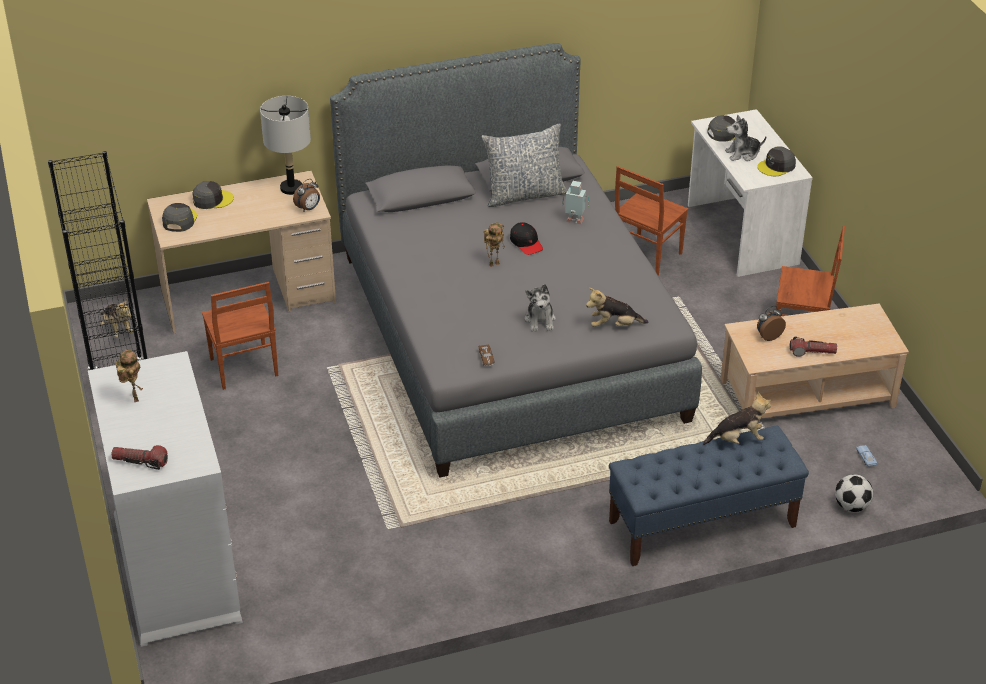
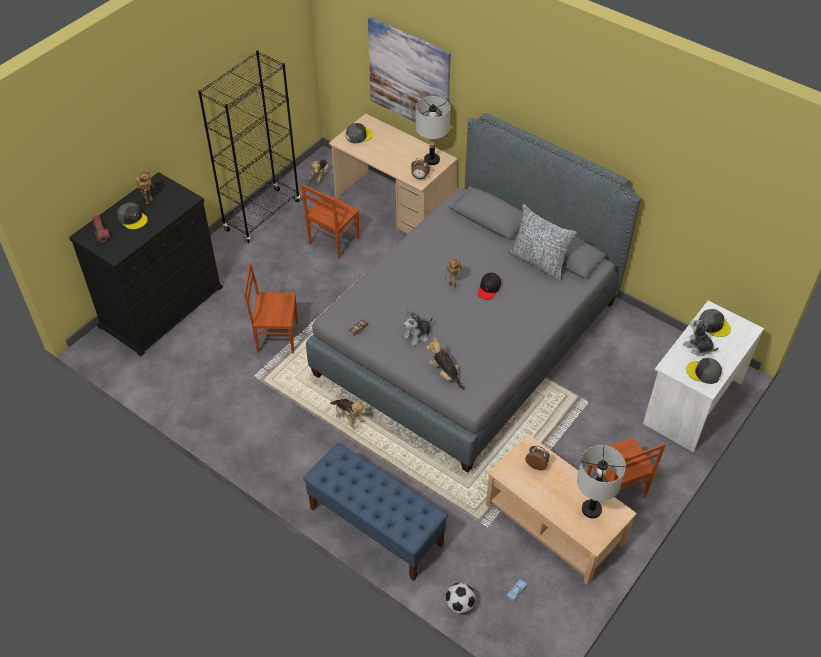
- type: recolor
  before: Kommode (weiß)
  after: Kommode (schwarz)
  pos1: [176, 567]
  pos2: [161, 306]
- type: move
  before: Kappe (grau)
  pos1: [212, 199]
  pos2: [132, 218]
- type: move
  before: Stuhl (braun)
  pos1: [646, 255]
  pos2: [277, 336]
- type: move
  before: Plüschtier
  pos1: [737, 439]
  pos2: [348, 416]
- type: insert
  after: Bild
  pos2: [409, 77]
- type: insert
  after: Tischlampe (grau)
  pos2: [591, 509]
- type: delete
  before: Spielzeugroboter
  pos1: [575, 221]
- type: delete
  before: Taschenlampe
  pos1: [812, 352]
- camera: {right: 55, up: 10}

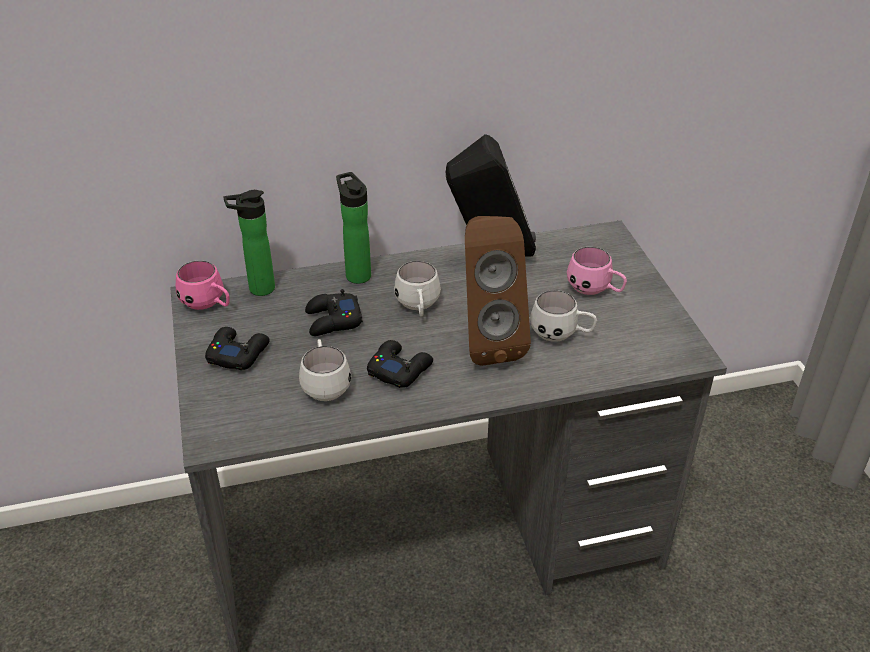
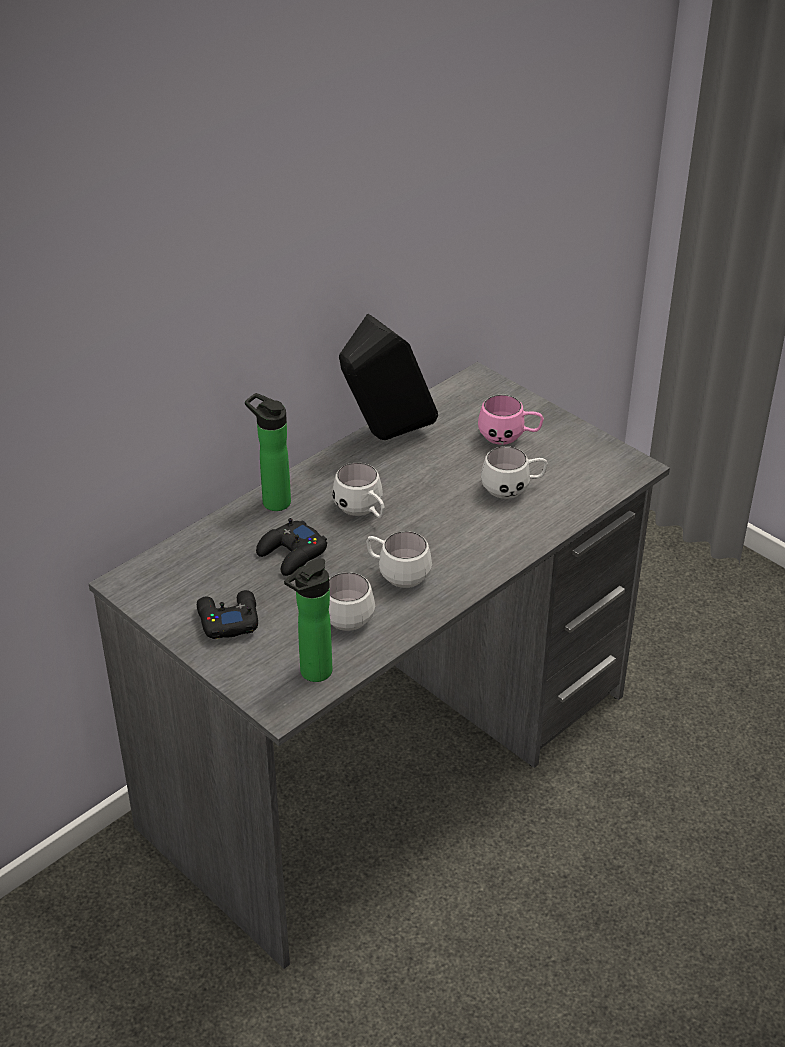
- type: move
  before: Flasche
  pos1: [257, 289]
  pos2: [312, 674]
- type: replace
  before: Gamepad (schwarz)
  after: Henkelbecher (weiß)
  pos1: [399, 369]
  pos2: [397, 574]
- type: delete
  before: Henkelbecher (rosa)
  pos1: [208, 305]
- type: delete
  before: Lautsprecher (braun)
  pos1: [487, 341]
- camera: {right: -30, up: 0}

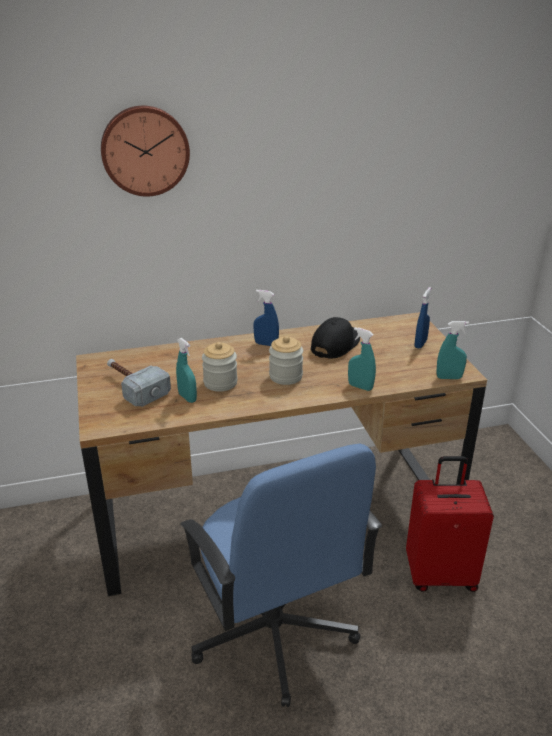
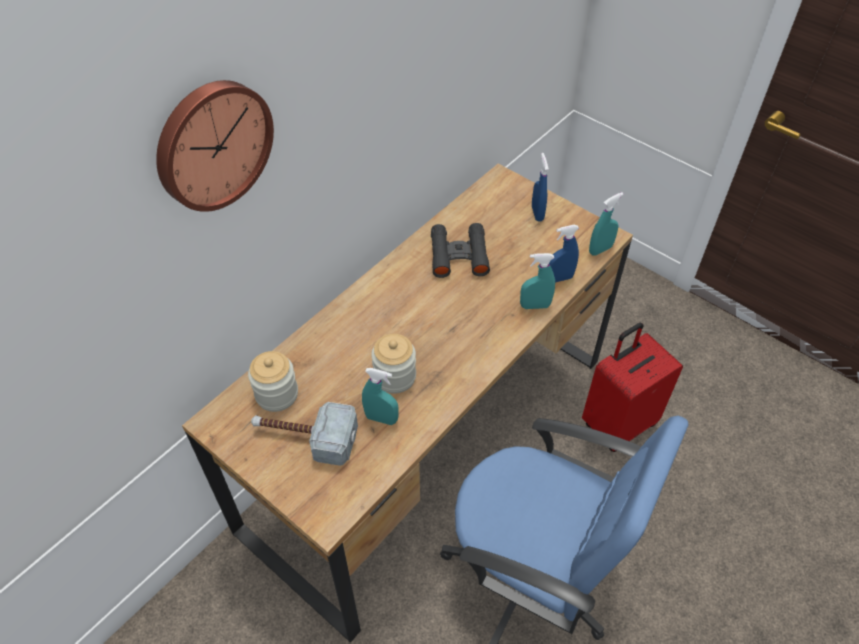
- type: move
  before: Vorratsglas
  pos1: [285, 376]
  pos2: [277, 394]
- type: replace
  before: Kappe (schwarz)
  after: Fernglas (schwarz)
  pos1: [335, 344]
  pos2: [458, 255]
- type: move
  before: Sprühflasche (blau)
  pos1: [266, 344]
  pos2: [559, 278]
- camera: {right: -35, up: 20}

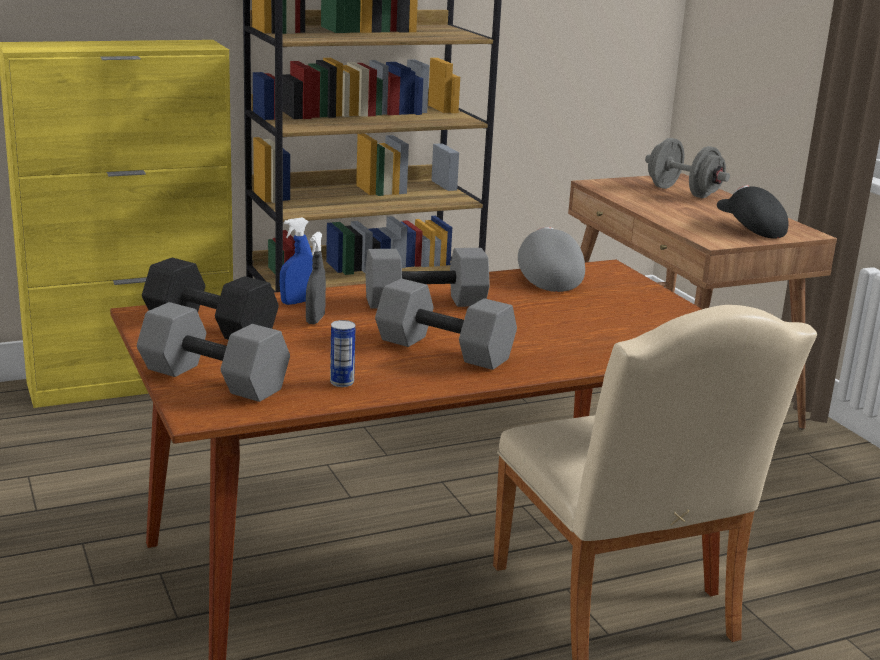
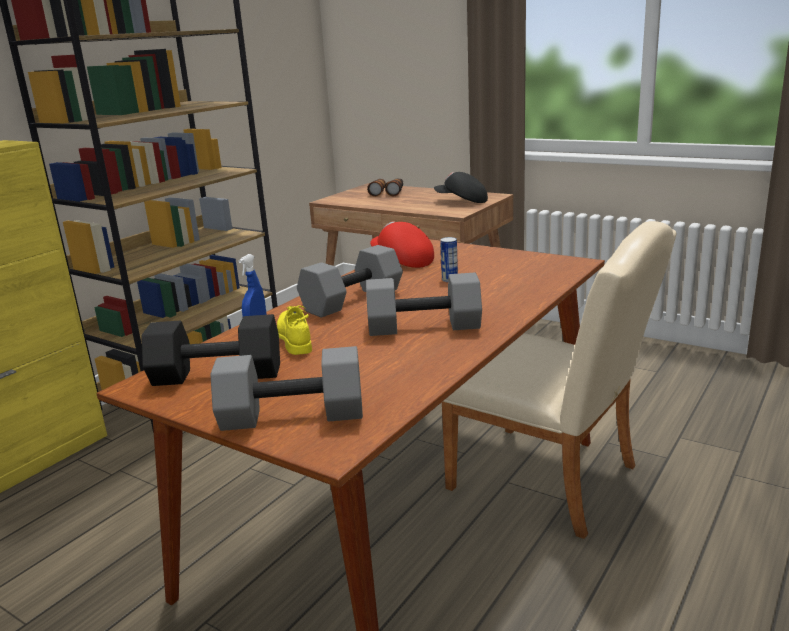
- type: replace
  before: Sprühflasche (grau)
  after: Schuh (gelb)
  pos1: [315, 320]
  pos2: [294, 339]
- type: replace
  before: Hantel (grau)
  after: Fernglas
  pos1: [683, 192]
  pos2: [388, 192]
- type: recolor
  before: Kappe (grau)
  after: Kappe (rot)
  pos1: [546, 278]
  pos2: [401, 261]
- type: move
  before: Dose
  pos1: [342, 382]
  pos2: [449, 280]
- camera: {right: -30, up: 0}

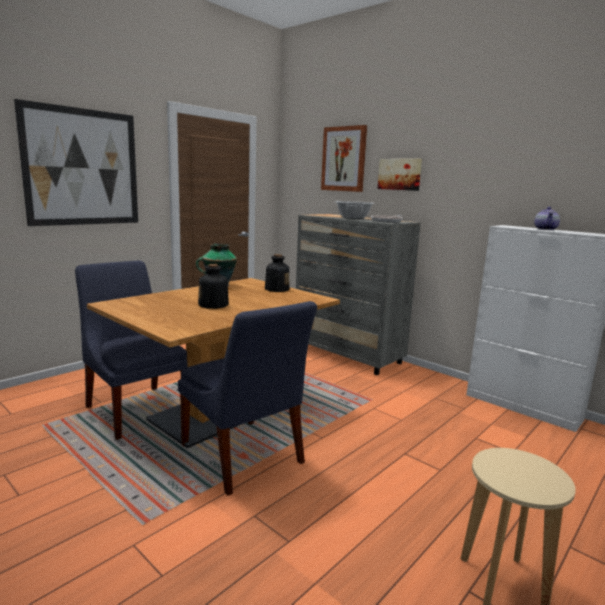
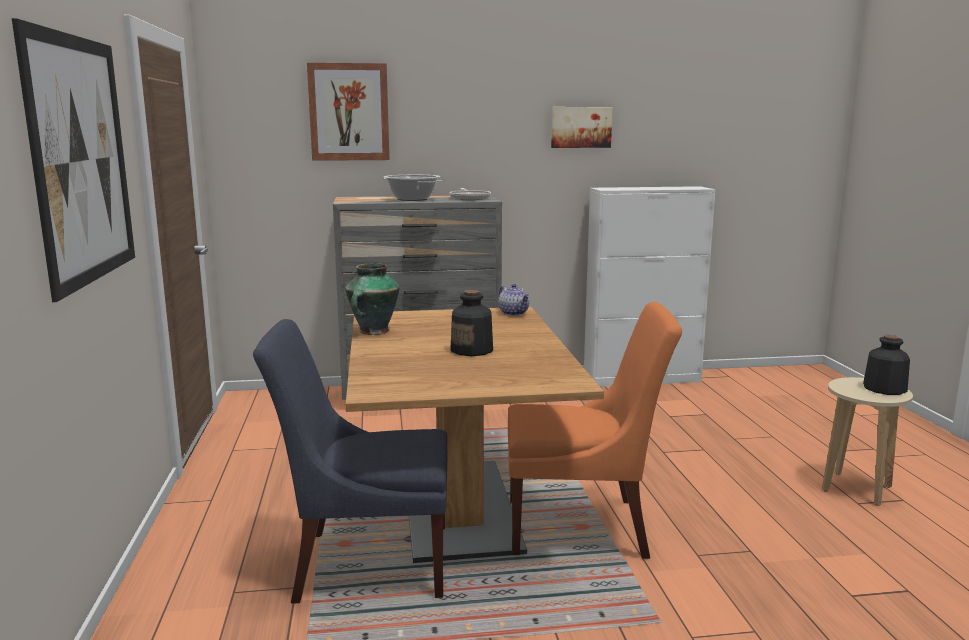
- type: move
  before: Teekanne
  pos1: [546, 229]
  pos2: [514, 313]
- type: recolor
  before: Stuhl (blau)
  after: Stuhl (orange)
  pos1: [243, 457]
  pos2: [583, 527]
- type: move
  before: Bild
  pos1: [400, 174]
  pos2: [580, 127]
- type: move
  before: Flasche
  pos1: [276, 289]
  pos2: [884, 389]
- camera: {right: -50, up: 0}

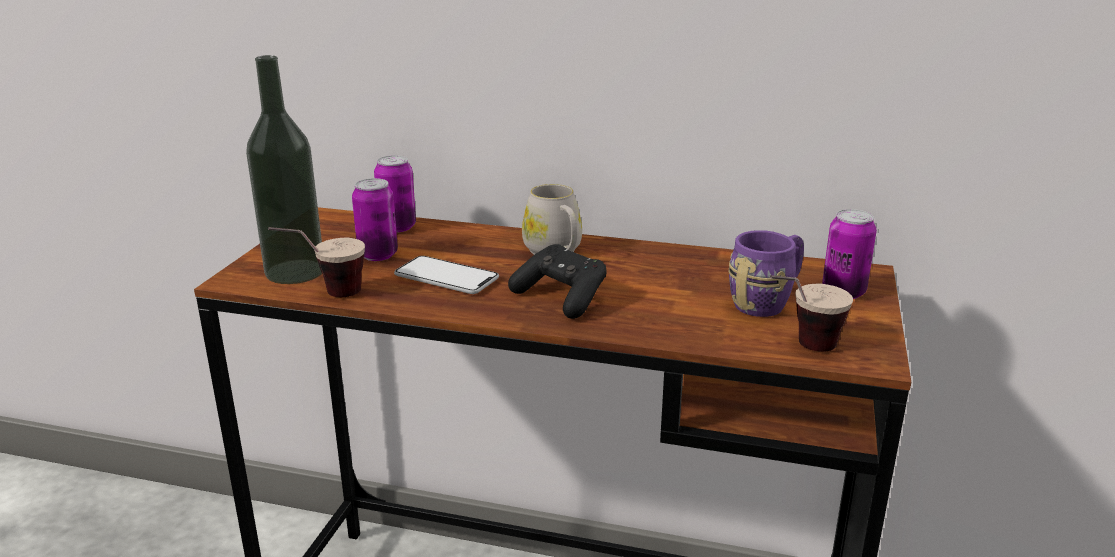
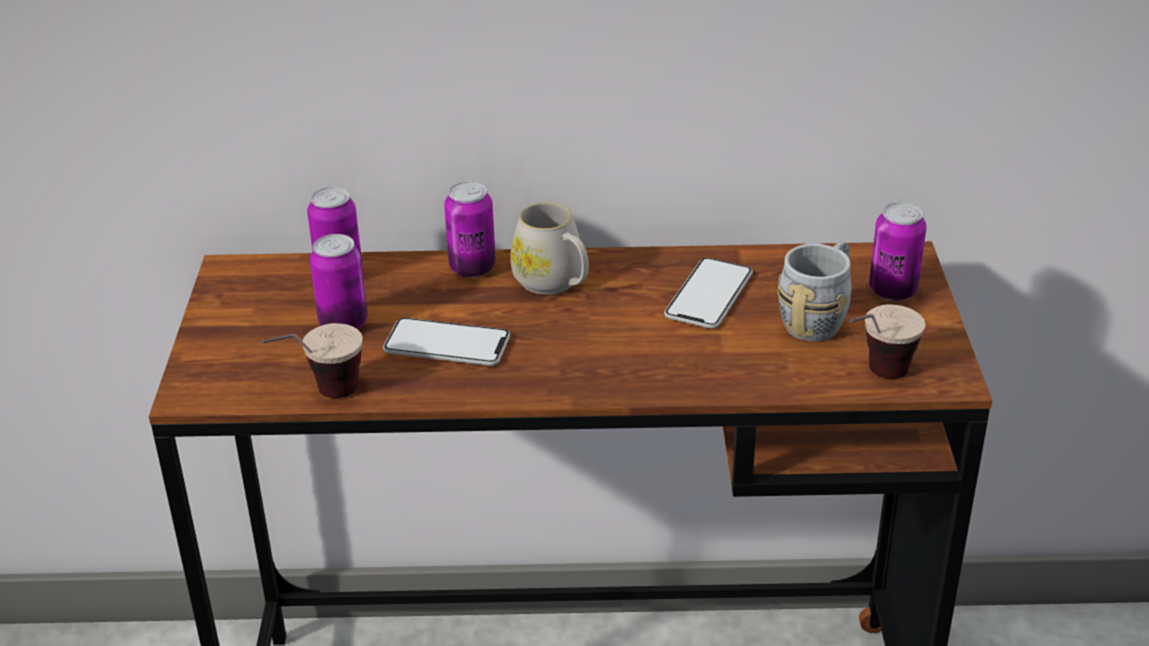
- type: insert
  after: Dose
  pos2: [472, 268]
- type: insert
  after: Handy
  pos2: [709, 295]
- type: recolor
  before: Henkelbecher (lila)
  after: Henkelbecher (grau)
  pos1: [767, 301]
  pos2: [819, 318]
- type: delete
  before: Flasche
  pos1: [295, 272]
- type: delete
  before: Gamepad (schwarz)
  pos1: [561, 297]
- camera: {right: -15, up: 10}

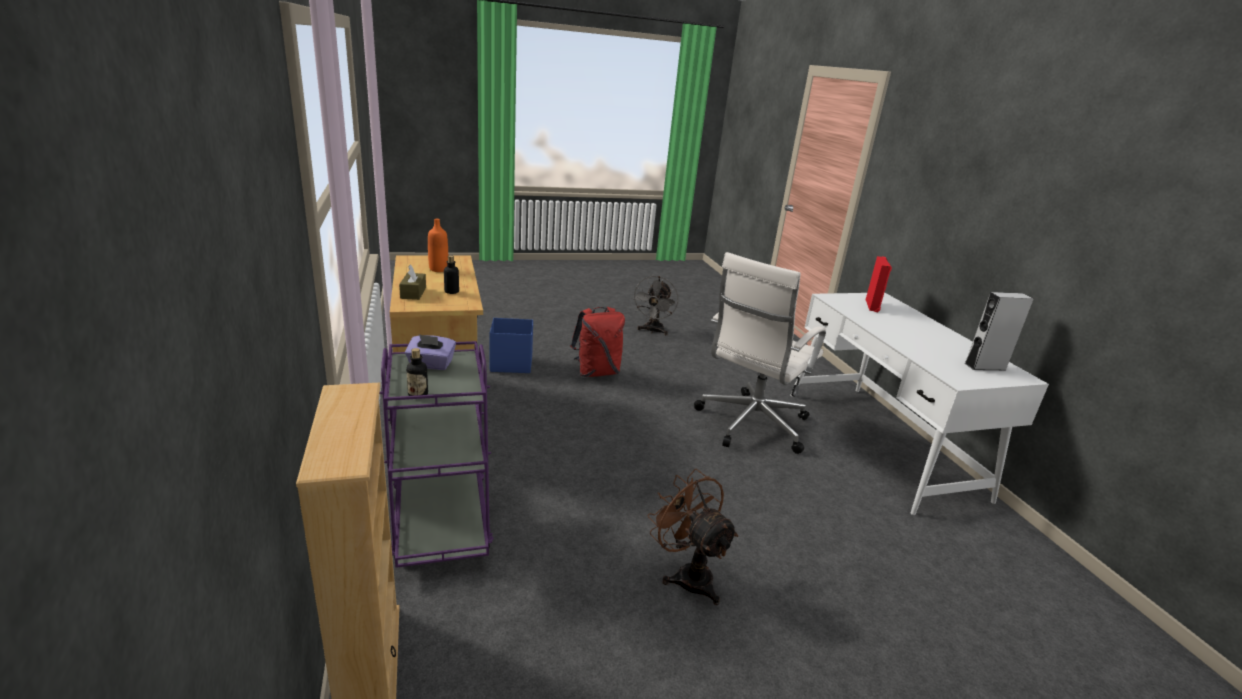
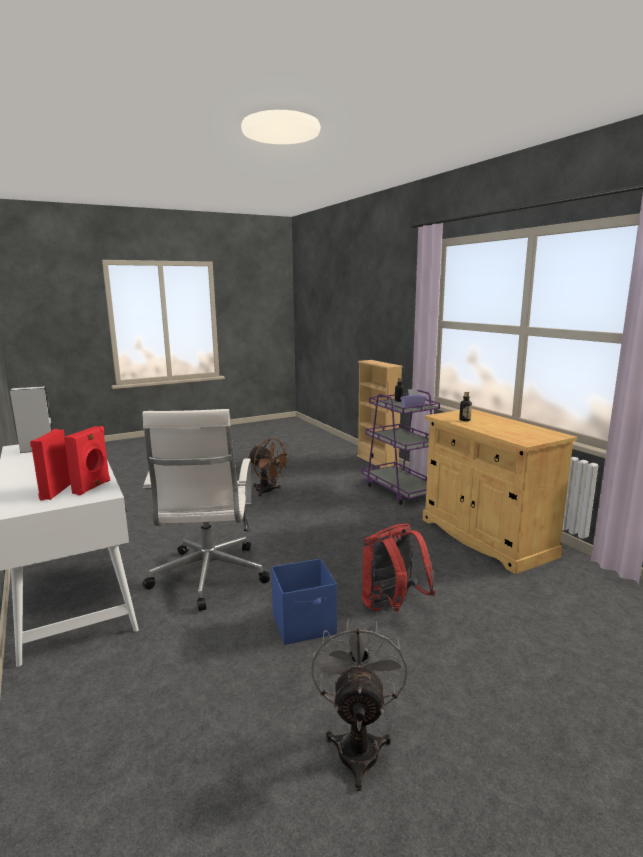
- type: insert
  after: Lautsprecher (rot)
  pos2: [93, 487]
- type: rotate
  before: Bürostuhl (weiß)
  pos1: [750, 424]
  pos2: [208, 577]
  turn: 150
- type: move
  before: Aufbewahrungsbox (blau)
  pos1: [510, 364]
  pos2: [305, 624]
- type: delete
  before: Taschentuchbox (braun)
  pos1: [413, 293]
- type: delete
  before: Flasche (orange)
  pos1: [438, 269]
- camera: {right: 170, up: -10}

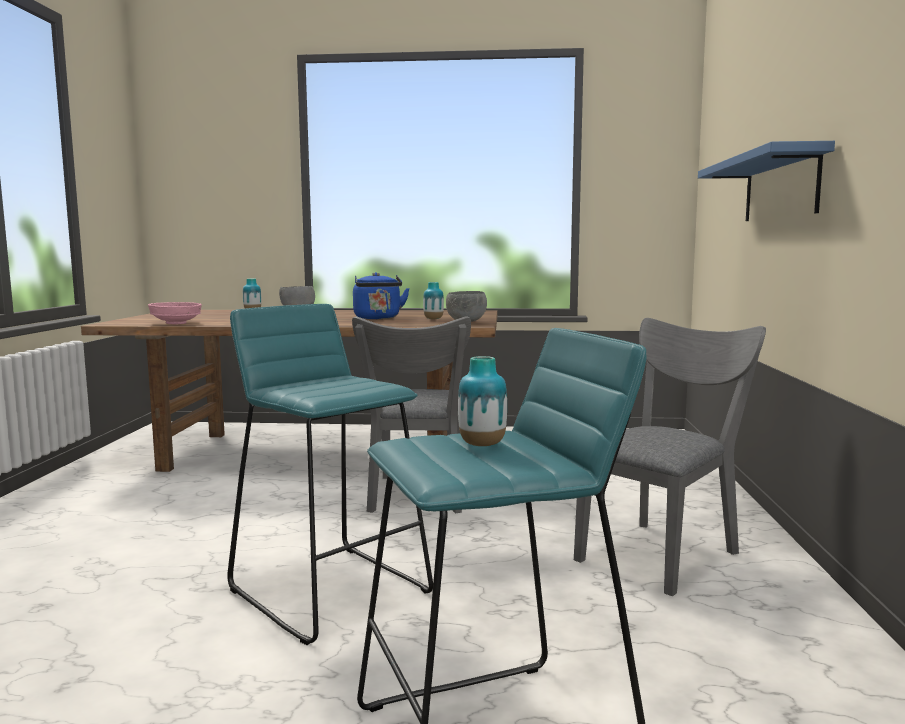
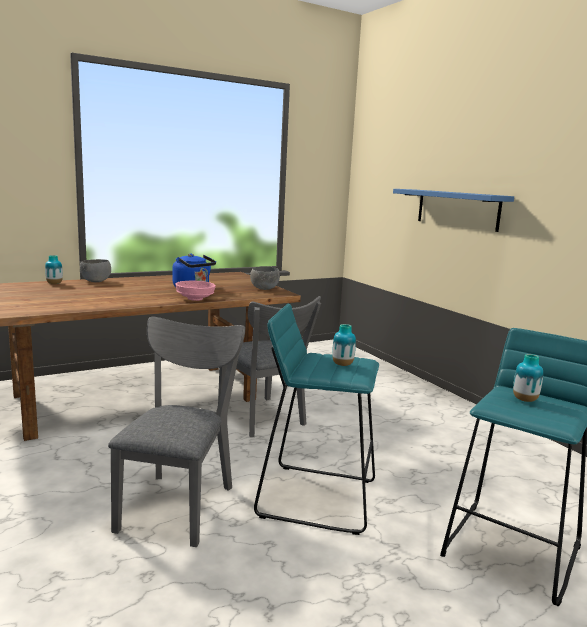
- type: move
  before: Stuhl (grau)
  pos1: [663, 552]
  pos2: [179, 502]
- type: move
  before: Schüssel (rosa)
  pos1: [175, 323]
  pos2: [195, 299]
- type: move
  before: Vase
  pos1: [433, 319]
  pos2: [342, 364]
- camera: {right: -35, up: 5}

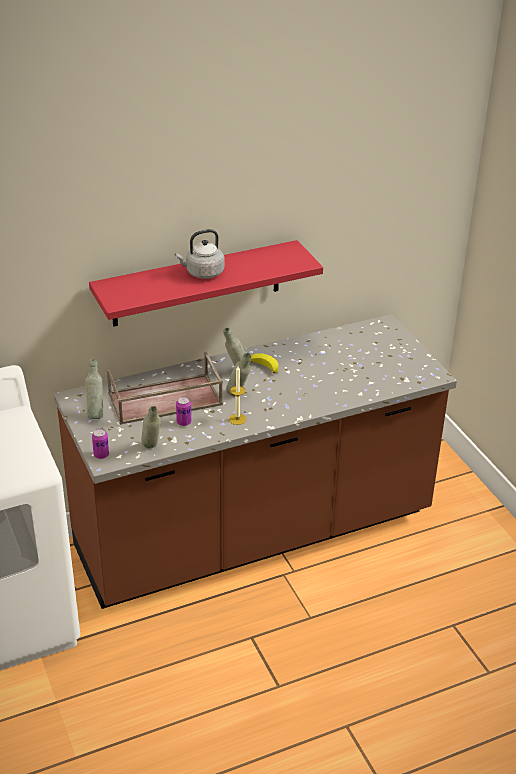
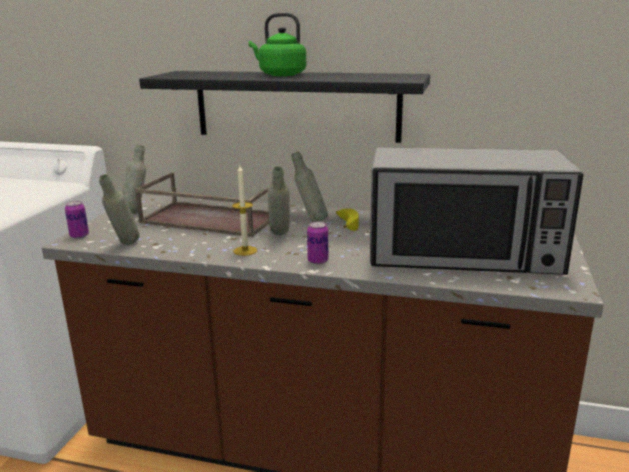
- type: recolor
  before: Wandregal (rot)
  after: Wandregal (schwarz)
  pos1: [197, 284]
  pos2: [296, 105]
- type: recolor
  before: Wasserkessel (grau)
  after: Wasserkessel (grün)
  pos1: [202, 273]
  pos2: [280, 75]
- type: move
  before: Dose
  pos1: [184, 422]
  pos2: [318, 261]
- type: insert
  after: Mikrowelle
  pos2: [463, 255]
- camera: {right: 40, up: -15}

